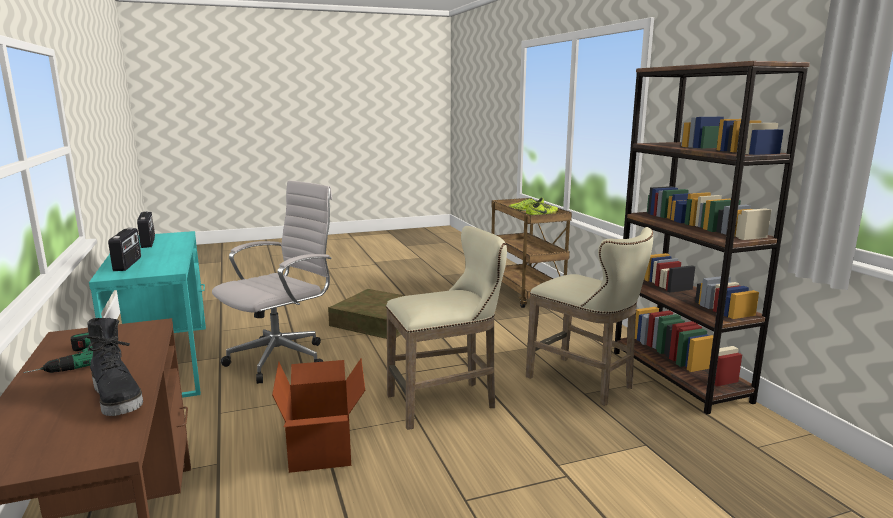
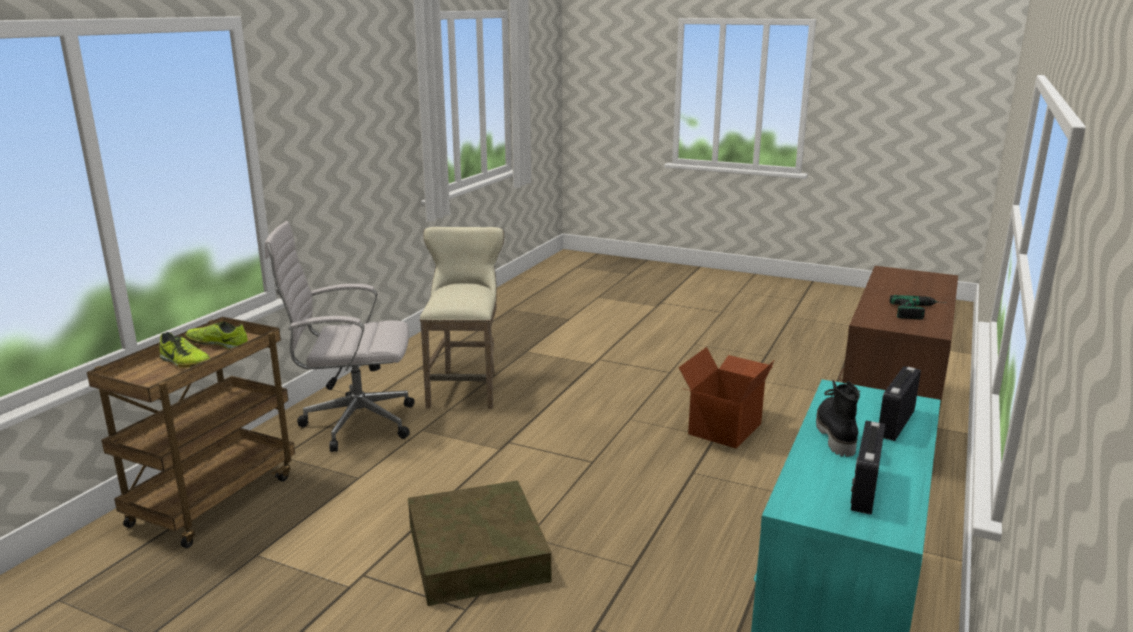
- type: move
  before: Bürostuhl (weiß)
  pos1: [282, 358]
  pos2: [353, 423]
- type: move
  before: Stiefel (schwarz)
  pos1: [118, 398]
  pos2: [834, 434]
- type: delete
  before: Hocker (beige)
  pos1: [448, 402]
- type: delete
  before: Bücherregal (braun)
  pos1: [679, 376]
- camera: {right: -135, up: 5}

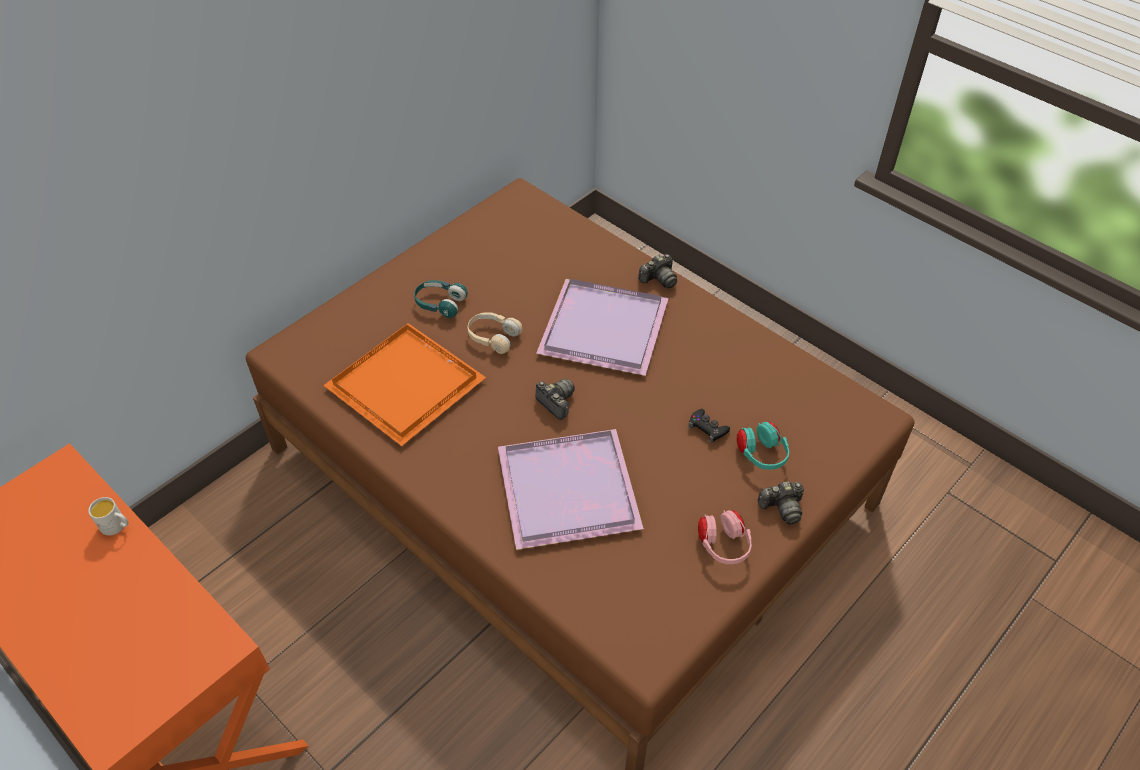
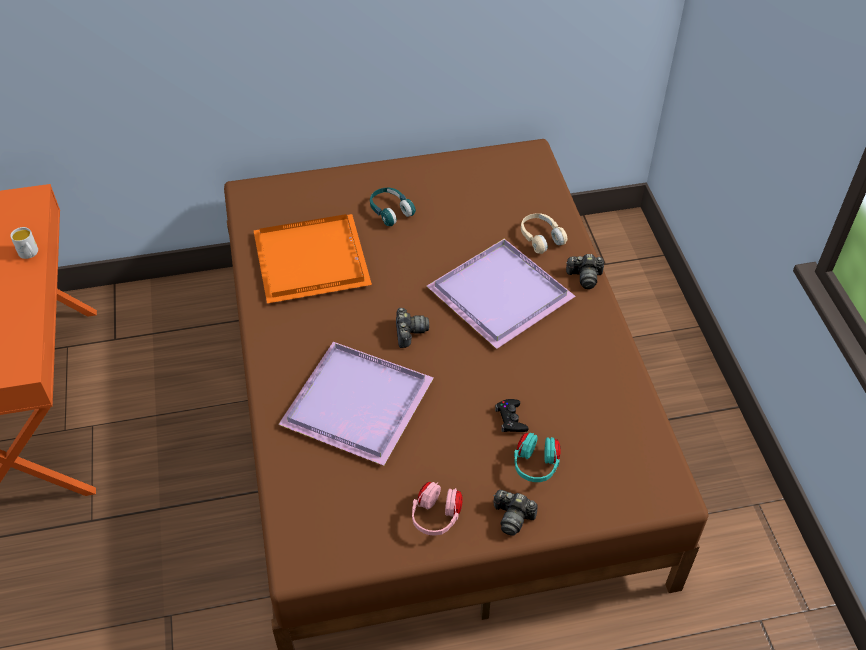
- type: move
  before: Kopfhörer (beige)
  pos1: [493, 337]
  pos2: [541, 238]
- camera: {right: 35, up: 0}

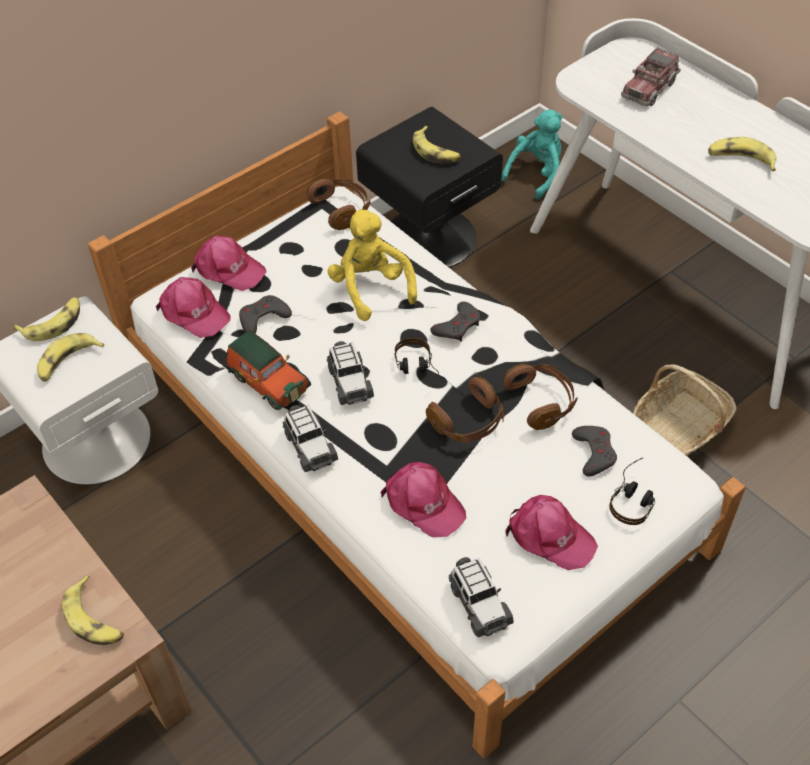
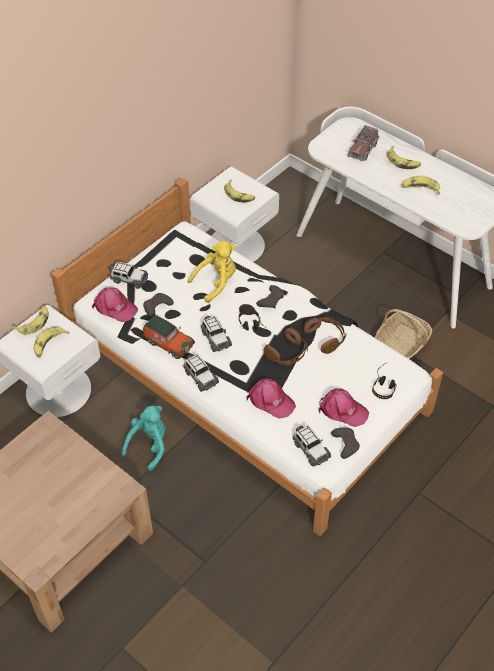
- type: replace
  before: Kappe (rosa)
  after: Spielzeugauto
  pos1: [228, 269]
  pos2: [129, 279]
- type: move
  before: Plüschtier (türkis)
  pos1: [536, 174]
  pos2: [149, 445]
- type: rotate
  before: Plüschtier (gelb)
  pos1: [371, 288]
  pos2: [216, 282]
  turn: 90
- type: recolor
  before: Nachttisch (schwarz)
  after: Nachttisch (weiß)
  pos1: [429, 237]
  pos2: [235, 245]
- type: move
  before: Gamepad (grau)
  pos1: [594, 453]
  pos2: [345, 443]
- type: move
  before: Banane
  pos1: [95, 619]
  pos2: [403, 162]
- type: delete
  before: Kopfhörer (braun)
  pos1: [341, 209]
- camera: {right: -10, up: 0}

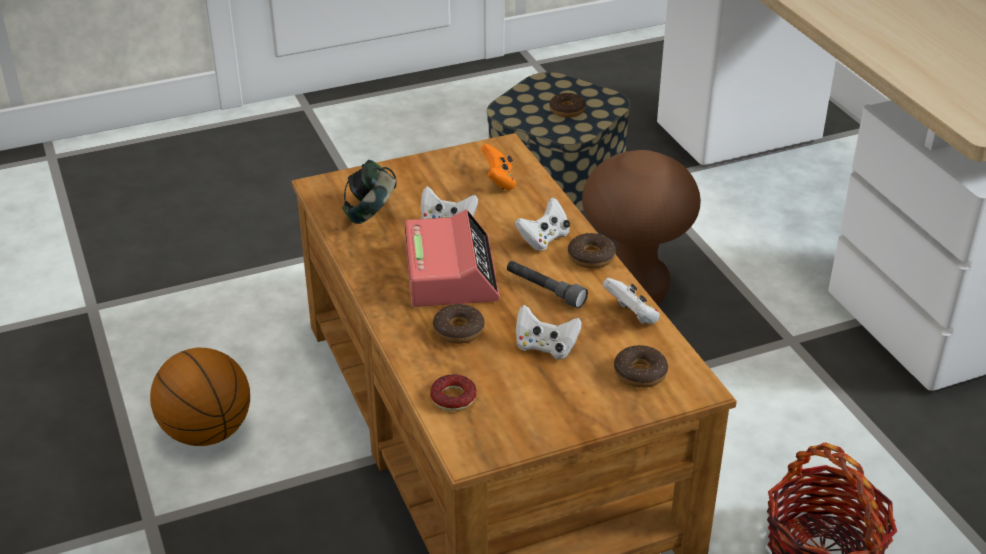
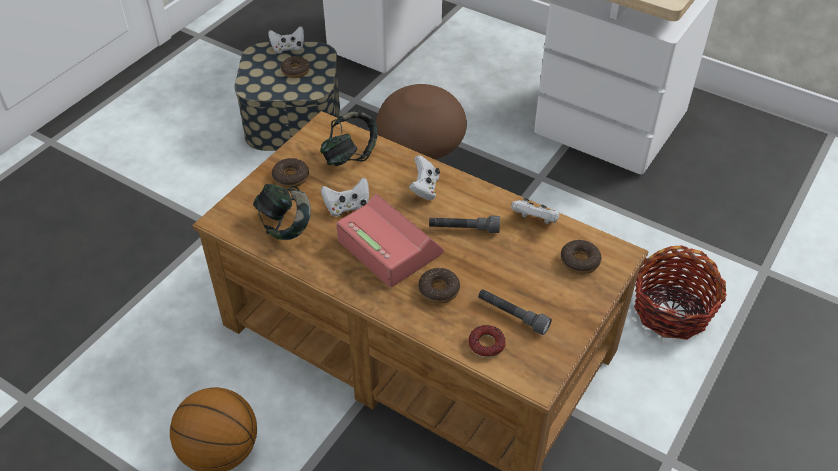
- type: move
  before: Gamepad (weiß)
  pos1: [545, 347]
  pos2: [288, 48]
- type: move
  before: Donut
  pos1: [591, 257]
  pos2: [291, 177]
- type: replace
  before: Gamepad (orange)
  after: Kopfhörer
  pos1: [499, 181]
  pos2: [350, 156]
- type: insert
  after: Taschenlampe (grau)
  pos2: [512, 315]
- camera: {right: -35, up: 10}

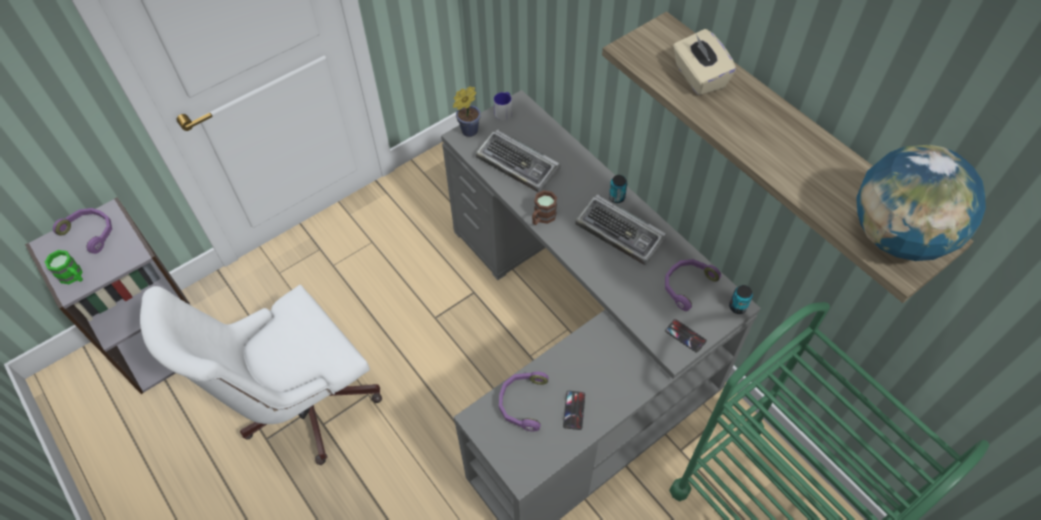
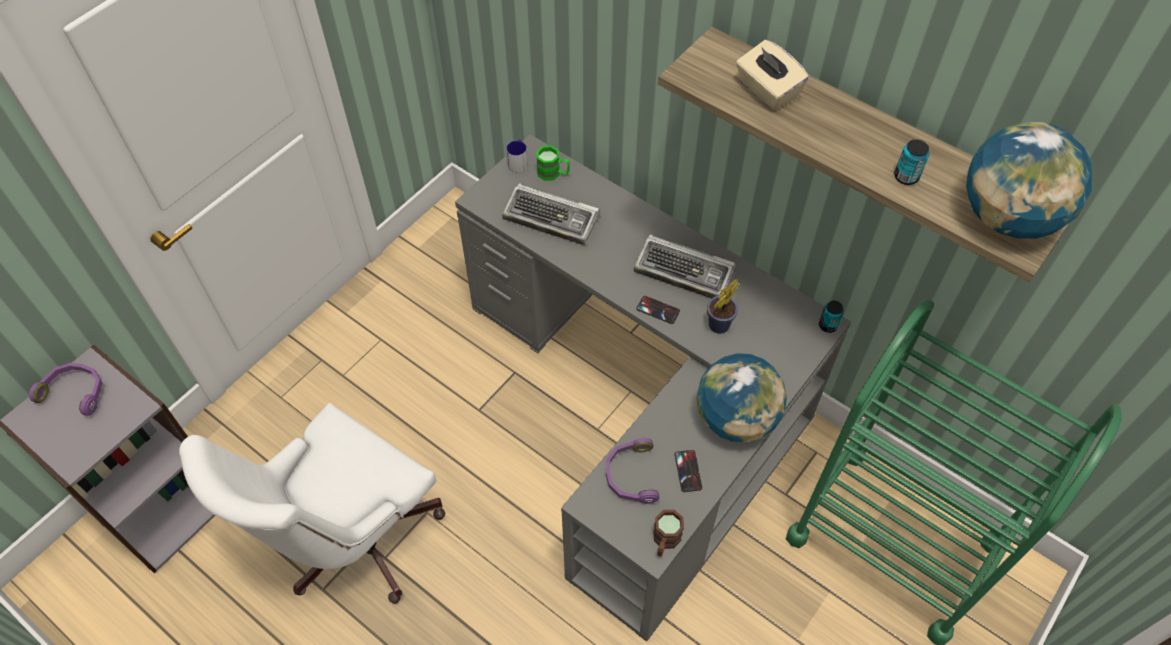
- type: move
  before: Henkelbecher (grün)
  pos1: [74, 276]
  pos2: [553, 173]
- type: move
  before: Handy
  pos1: [685, 336]
  pos2: [658, 310]
- type: move
  before: Henkelbecher (braun)
  pos1: [542, 218]
  pos2: [665, 541]
- type: insert
  after: Globus
  pos2: [736, 418]
- type: move
  before: Topfpflanze
  pos1: [467, 131]
  pos2: [717, 327]
- type: move
  before: Dose
  pos1: [616, 197]
  pos2: [906, 177]
- type: delete
  before: Kopfhörer (lila)
  pos1: [686, 285]
- camera: {right: -15, up: 0}

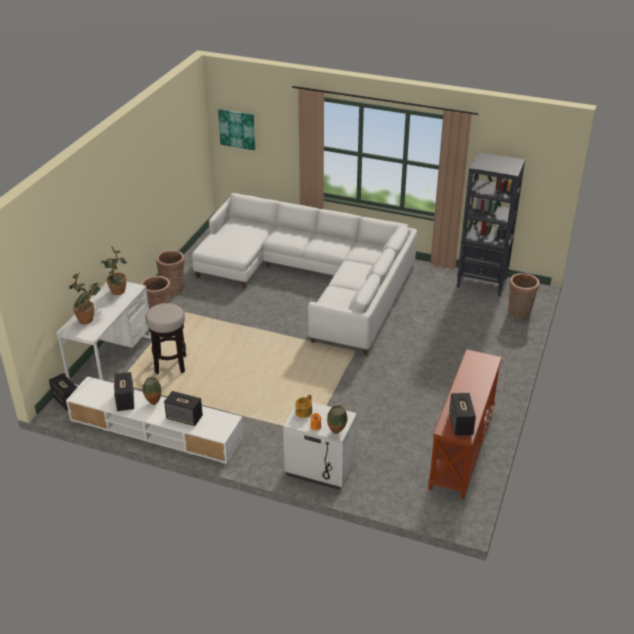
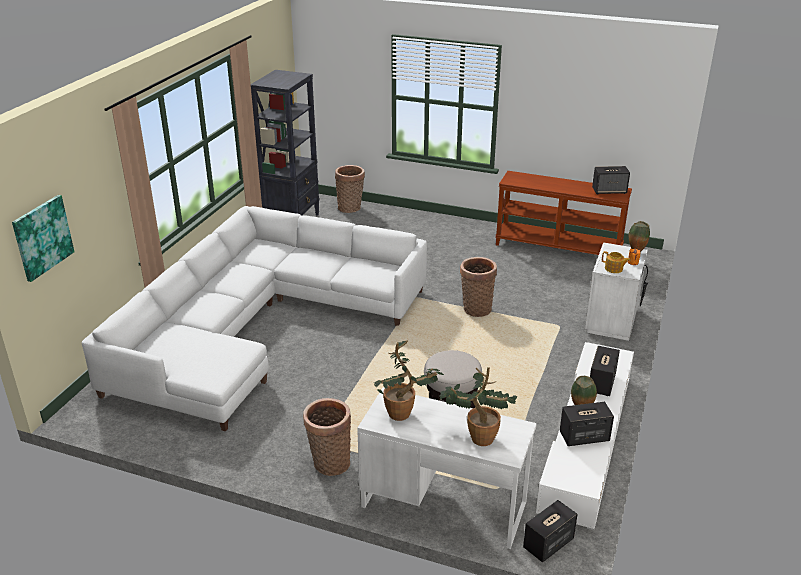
- type: move
  before: Korb
  pos1: [173, 289]
  pos2: [476, 308]
- camera: {right: -90, up: -5}

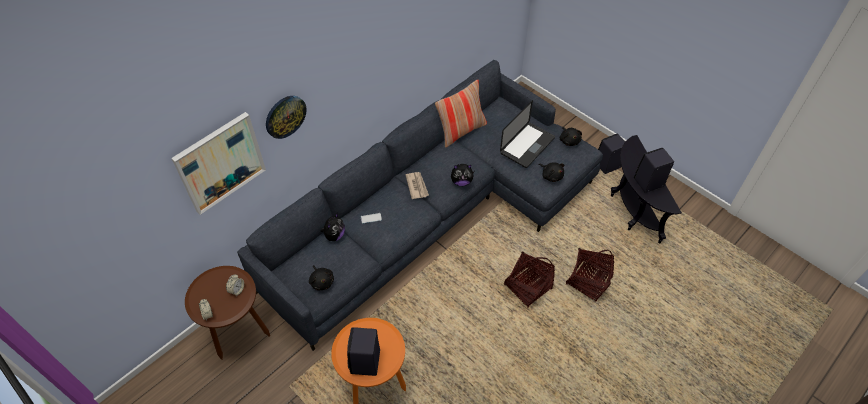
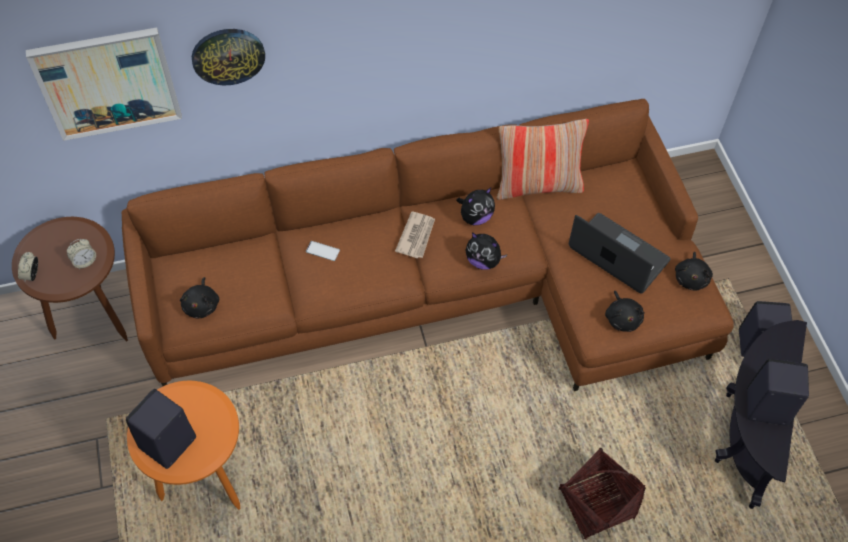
- type: recolor
  before: Sofa (grau)
  after: Sofa (braun)
  pos1: [434, 214]
  pos2: [444, 287]
- type: move
  before: Plüschtier
  pos1: [334, 235]
  pos2: [475, 217]
- type: rotate
  before: Laptop
  pos1: [527, 145]
  pos2: [618, 254]
  turn: -120
- type: delete
  before: Korb
  pos1: [528, 287]
- camera: {right: 30, up: 5}

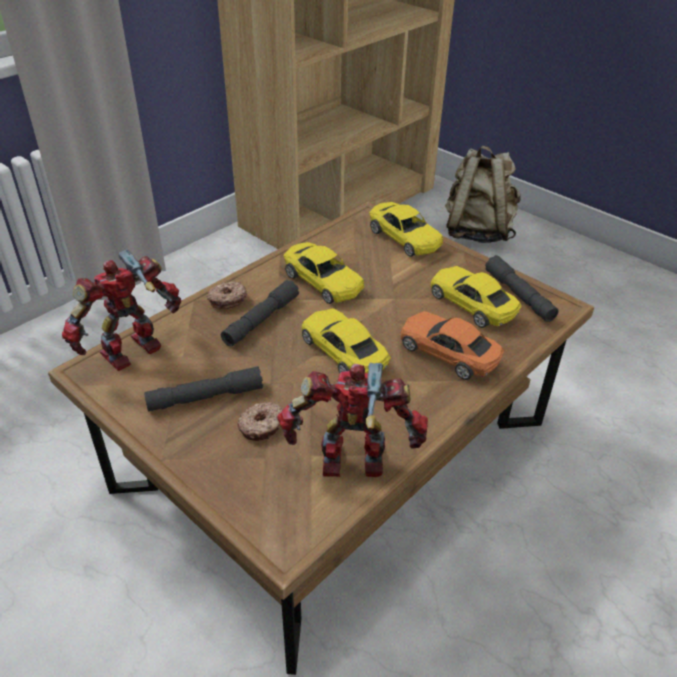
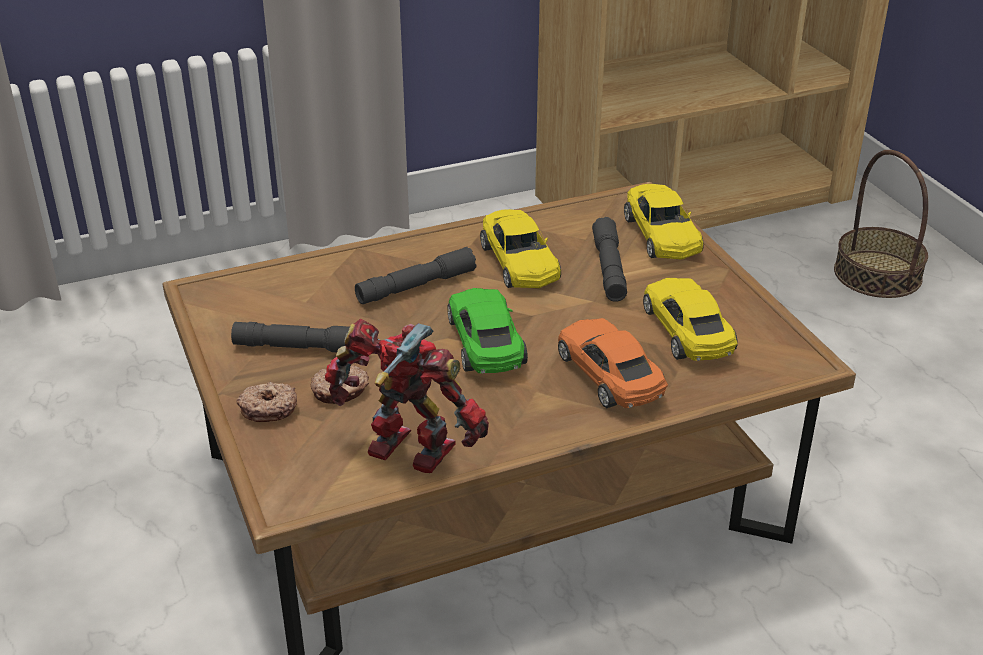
- type: move
  before: Donut
  pos1: [227, 299]
  pos2: [268, 408]
- type: recolor
  before: Spielzeugauto (gelb)
  after: Spielzeugauto (grün)
  pos1: [344, 352]
  pos2: [486, 343]
- type: move
  before: Taschenlampe (grau)
  pos1: [519, 295]
  pos2: [609, 269]
- type: replace
  before: Rucksack (beige)
  after: Korb
  pos1: [477, 232]
  pos2: [877, 274]
- type: delete
  before: Spielzeugroboter
  pos1: [134, 353]
- camera: {right: 25, up: -5}

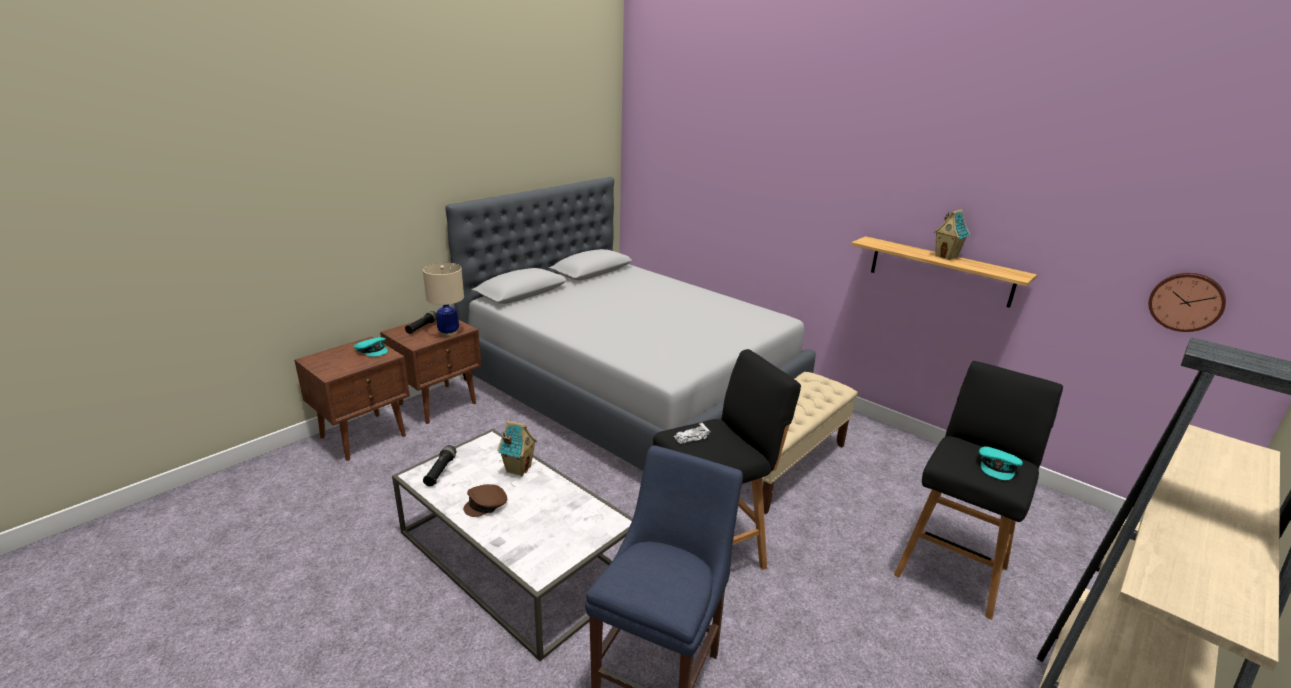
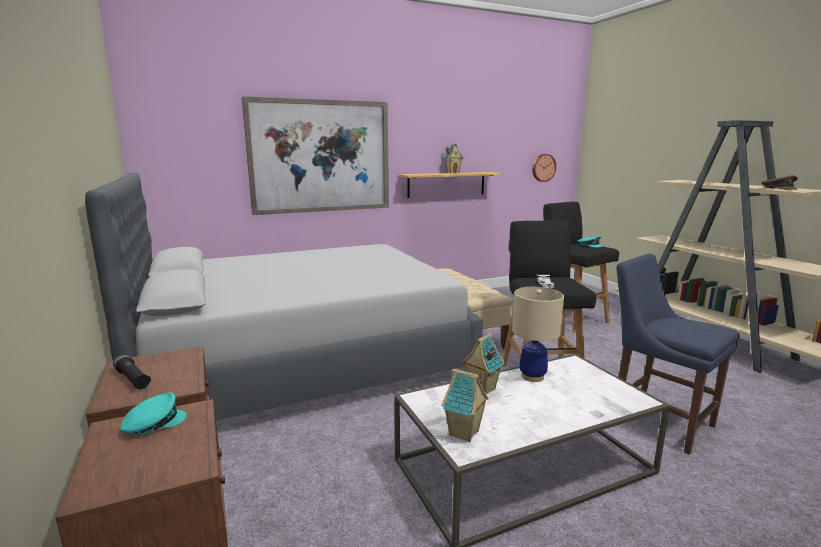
- type: insert
  after: Bild
  pos2: [320, 156]
- type: replace
  before: Taschenlampe (schwarz)
  after: Spielzeughaus
  pos1: [440, 471]
  pos2: [464, 434]
- type: move
  before: Tischlampe (beige)
  pos1: [449, 333]
  pos2: [532, 376]
- type: move
  before: Kappe (braun)
  pos1: [486, 505]
  pos2: [779, 188]
- camera: {right: -65, up: -10}

